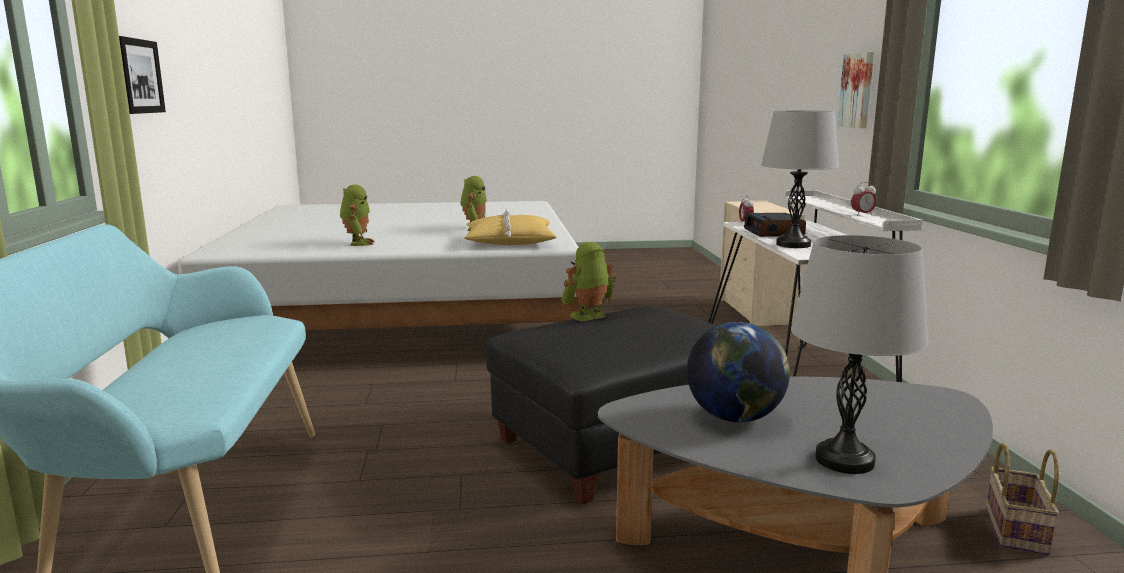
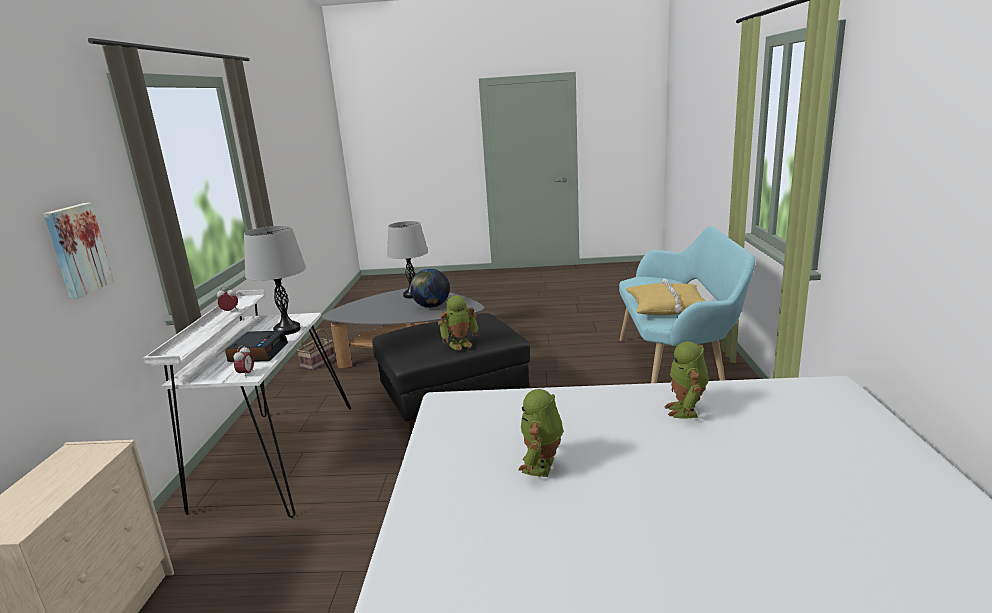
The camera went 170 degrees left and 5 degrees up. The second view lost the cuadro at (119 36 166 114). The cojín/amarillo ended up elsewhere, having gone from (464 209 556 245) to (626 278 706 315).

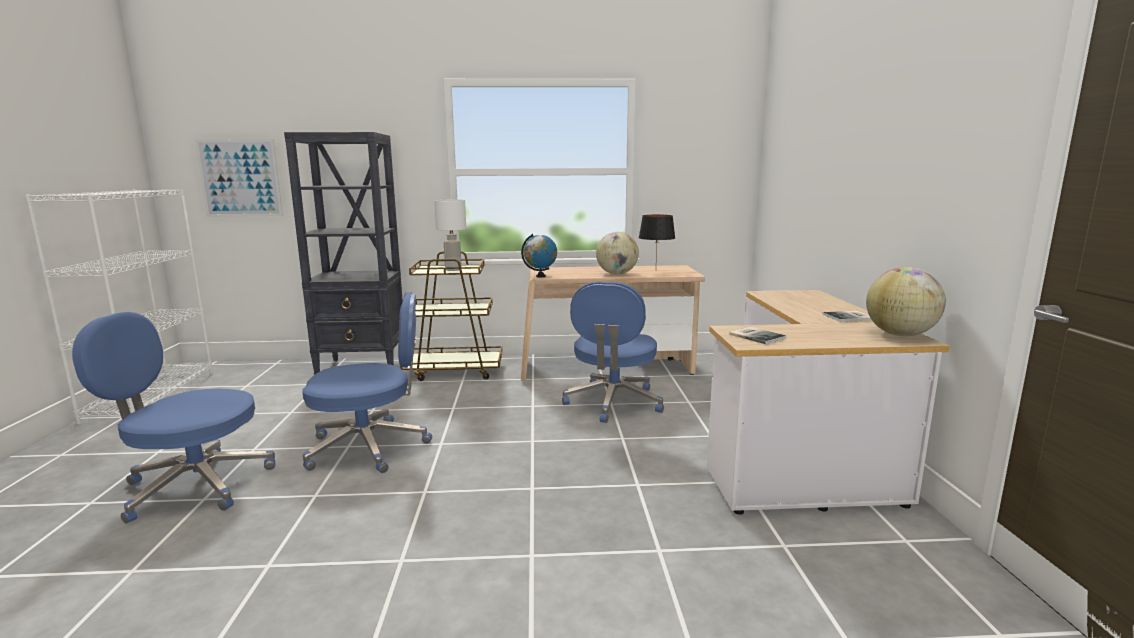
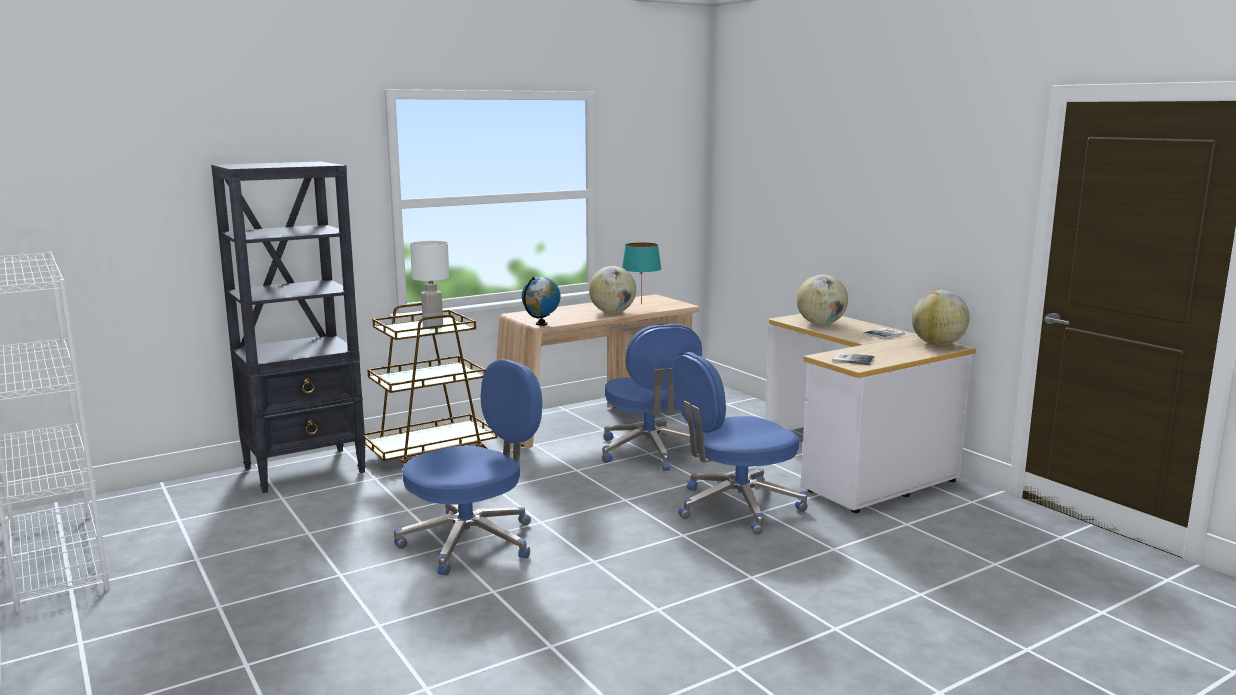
The camera went 30 degrees left and 0 degrees up. The silla de oficina/azul ended up elsewhere, having gone from (72 312 275 524) to (672 352 808 534). The second view lost the cuadro at (195 139 283 217). What was the lámpara de mesa/negro at (639 215 675 259) turned into the lámpara de mesa/turquesa at (622 242 662 304). The second view gained the globo terráqueo at (797 275 848 325).

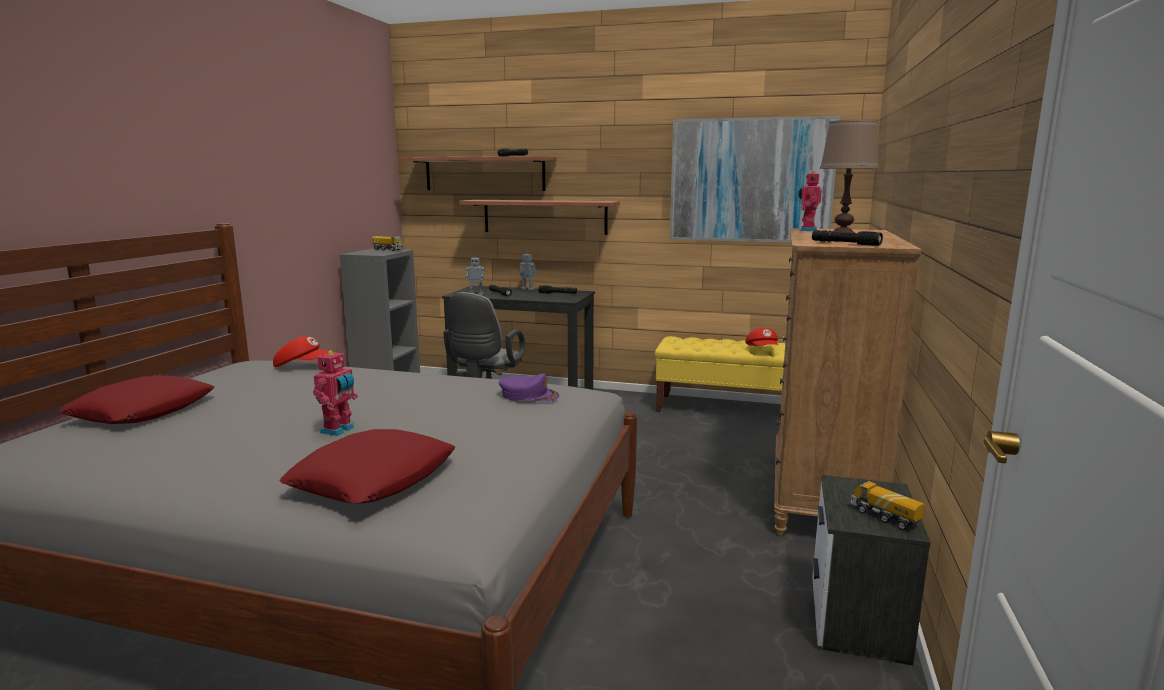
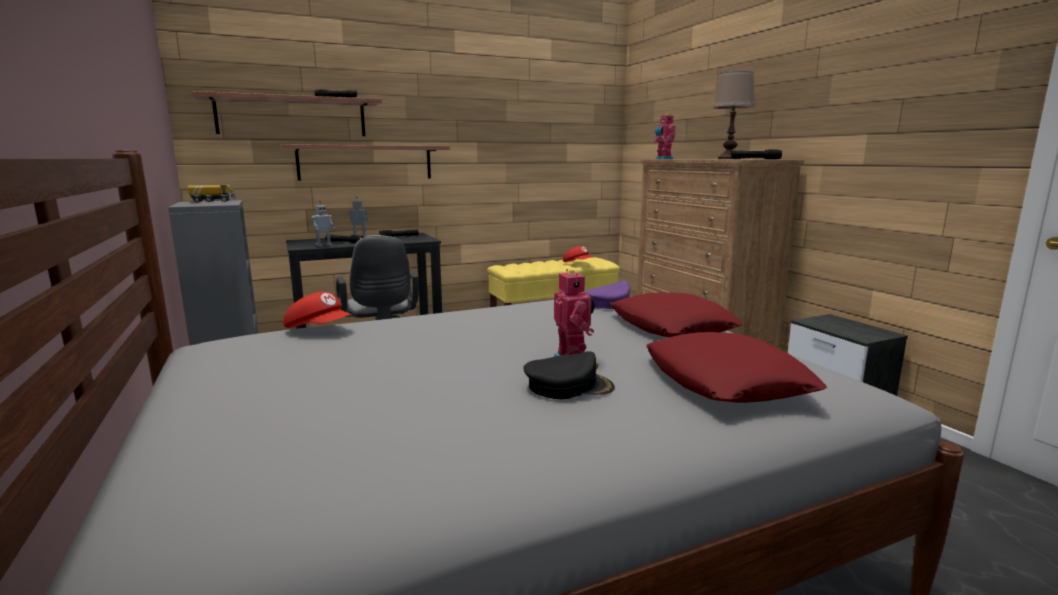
The camera went 40 degrees left and 0 degrees up. The cojín/rojo ended up elsewhere, having gone from (58 376 215 424) to (610 292 743 337). The gorra/rojo at (273 336 328 367) ended up facing another way, 60 degrees clockwise from before. The second view lost the cuadro at (670 116 840 243). The second view lost the camión de juguete at (850 481 925 530). The second view gained the gorra/negro at (524 351 615 399).

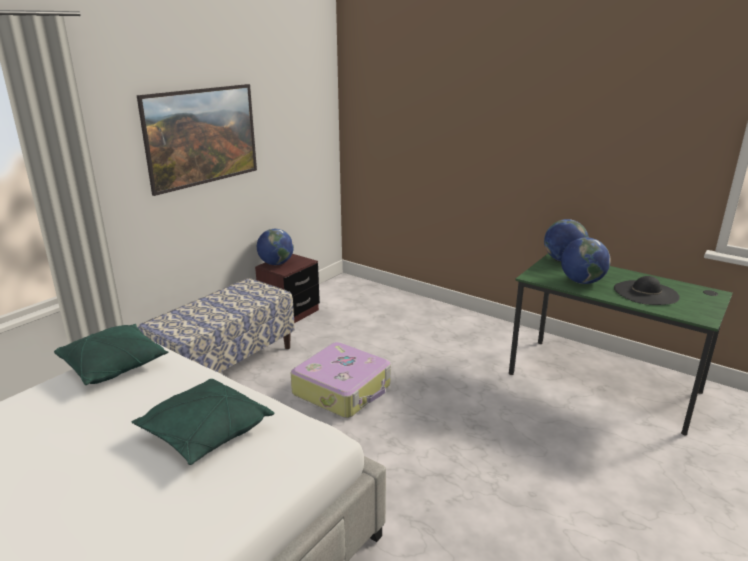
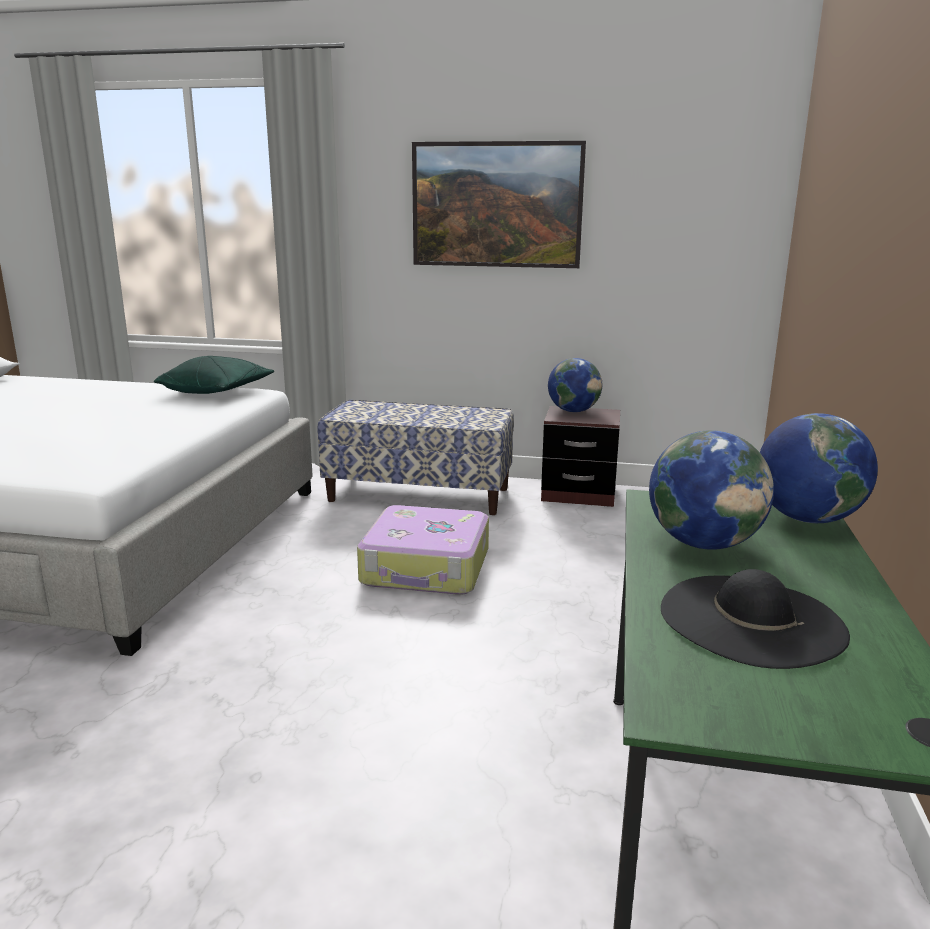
The camera went 65 degrees right and 5 degrees down. The second view lost the cojín/verde at (131 379 275 465).

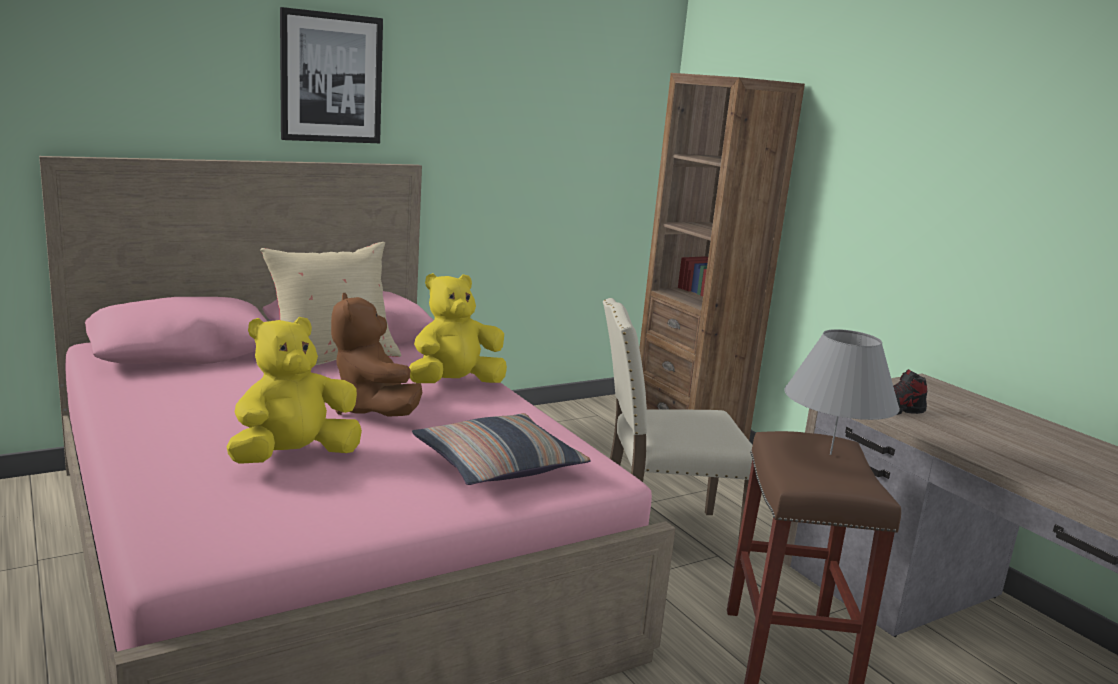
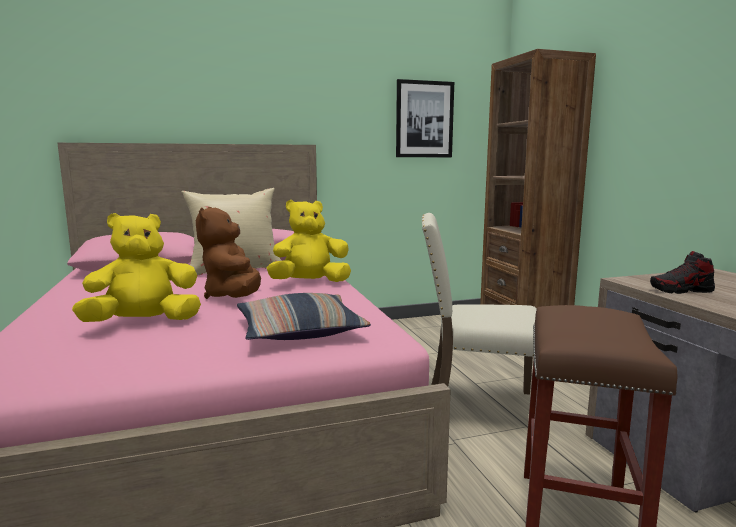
The camera went 15 degrees right and 5 degrees down. The cuadro ended up elsewhere, having gone from (280 7 383 143) to (396 79 454 157). The second view lost the lámpara de mesa/gris at (784 329 900 455).

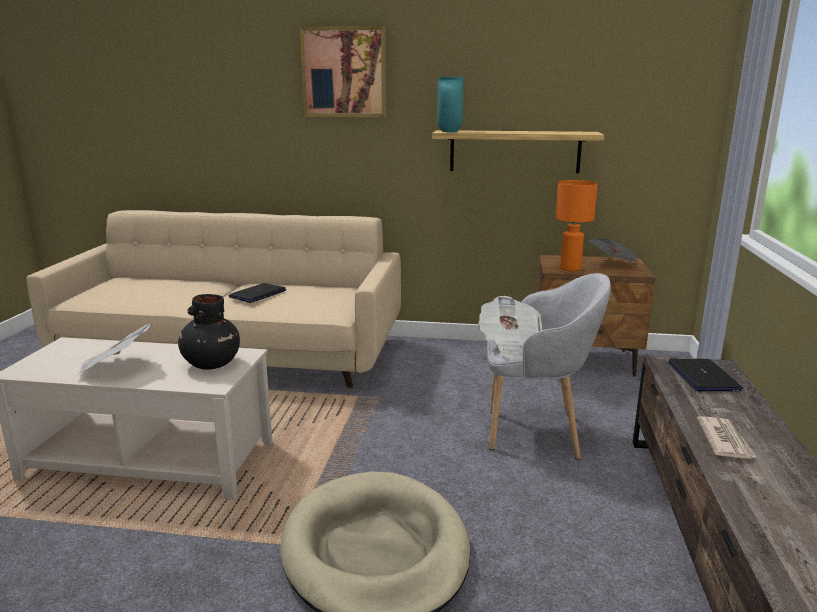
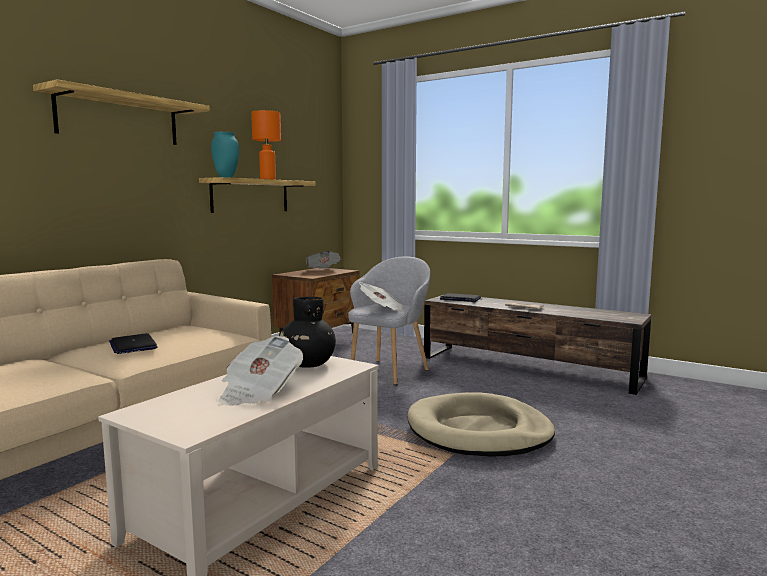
The camera went 65 degrees left and 10 degrees down. Where the cuadro hung at (300 26 387 117), the estante came to hang at (33 79 210 145). The lámpara de mesa/naranja ended up elsewhere, having gone from (556 180 598 271) to (251 110 281 180).

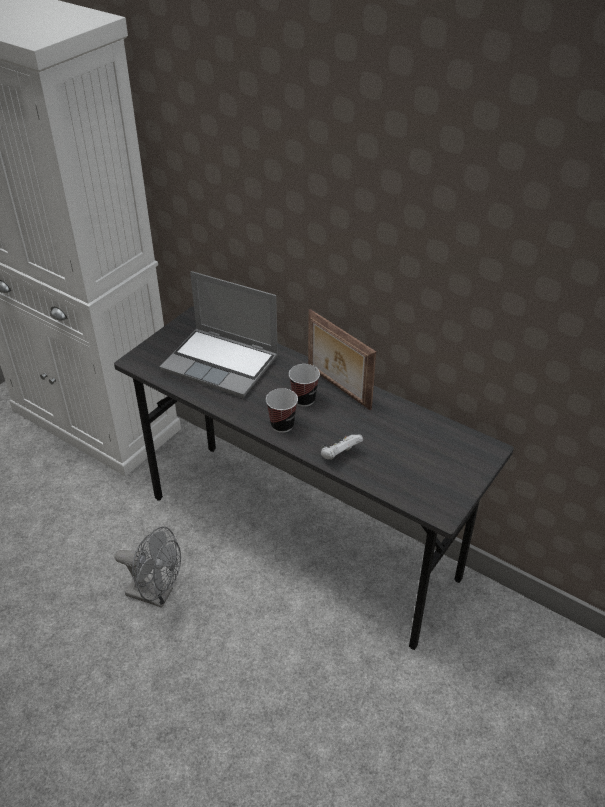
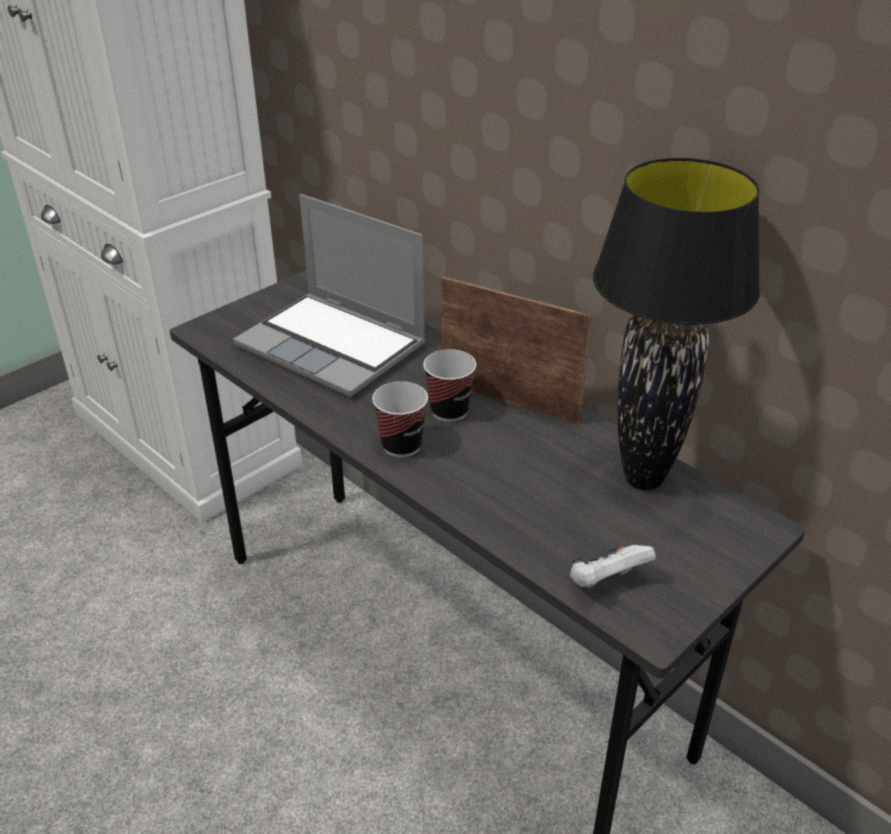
The camera went 10 degrees right and 5 degrees down. The second view lost the ventilador/gris at (114 526 181 608). The portarretratos at (308 309 376 411) ended up facing another way, 150 degrees clockwise from before. The mando de consola/blanco ended up elsewhere, having gone from (321 435 363 460) to (570 545 656 589). The second view gained the lámpara de mesa/negro at (593 158 760 490).

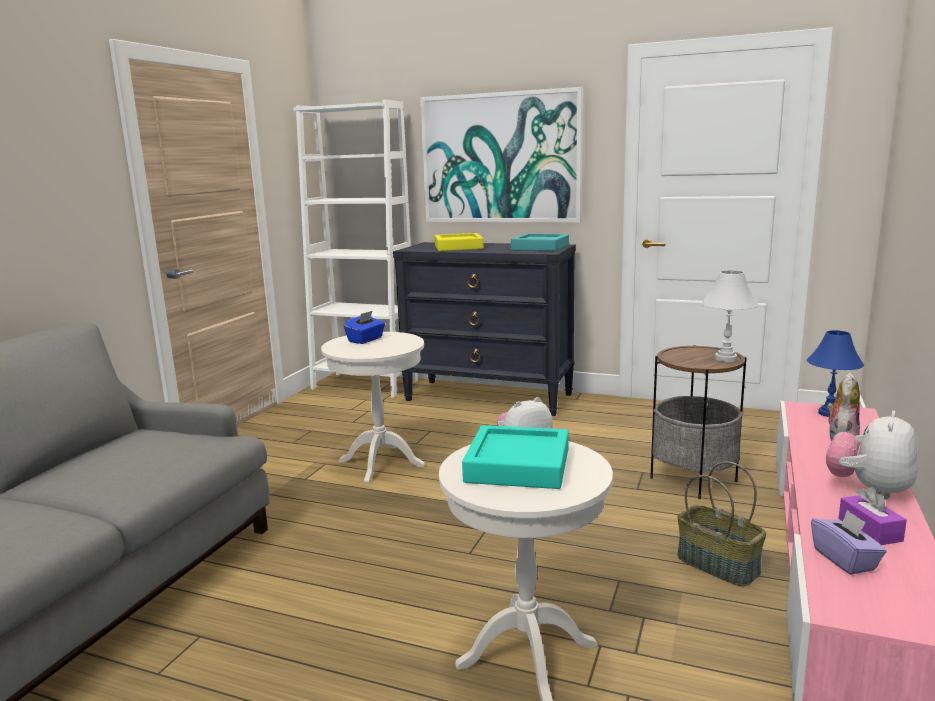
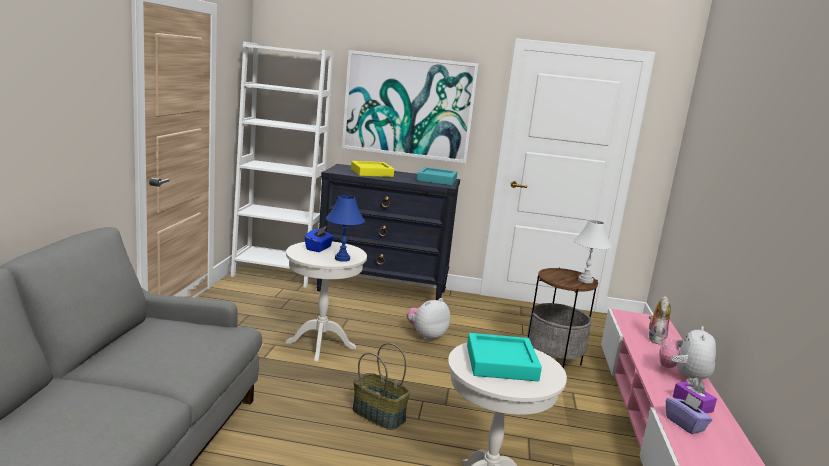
The camera went 15 degrees left and 0 degrees up. The cesta ended up elsewhere, having gone from (678 462 766 586) to (353 343 410 430). The lámpara de mesa/azul ended up elsewhere, having gone from (807 330 864 417) to (326 195 365 262).

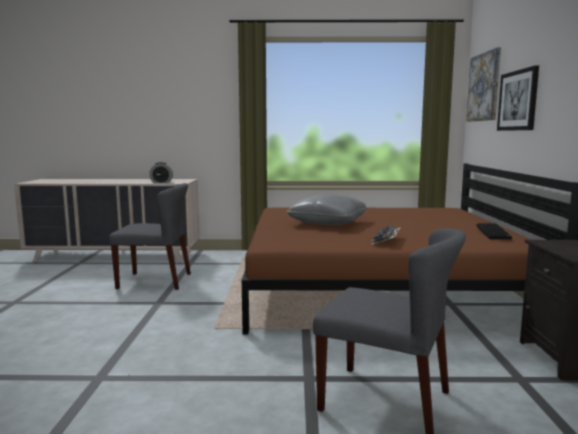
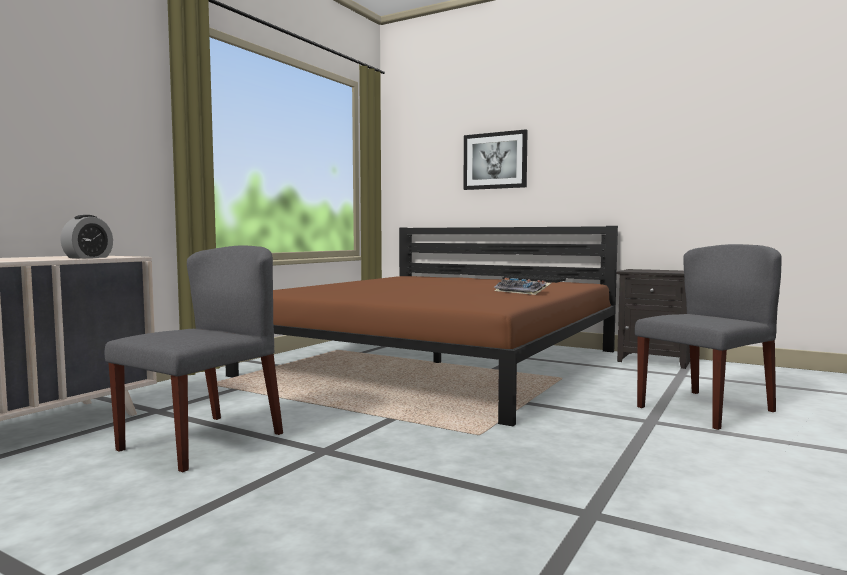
The camera went 60 degrees left and 5 degrees down. The second view lost the cojín/gris at (287 194 367 225). The second view lost the cuadro at (466 47 501 122).

